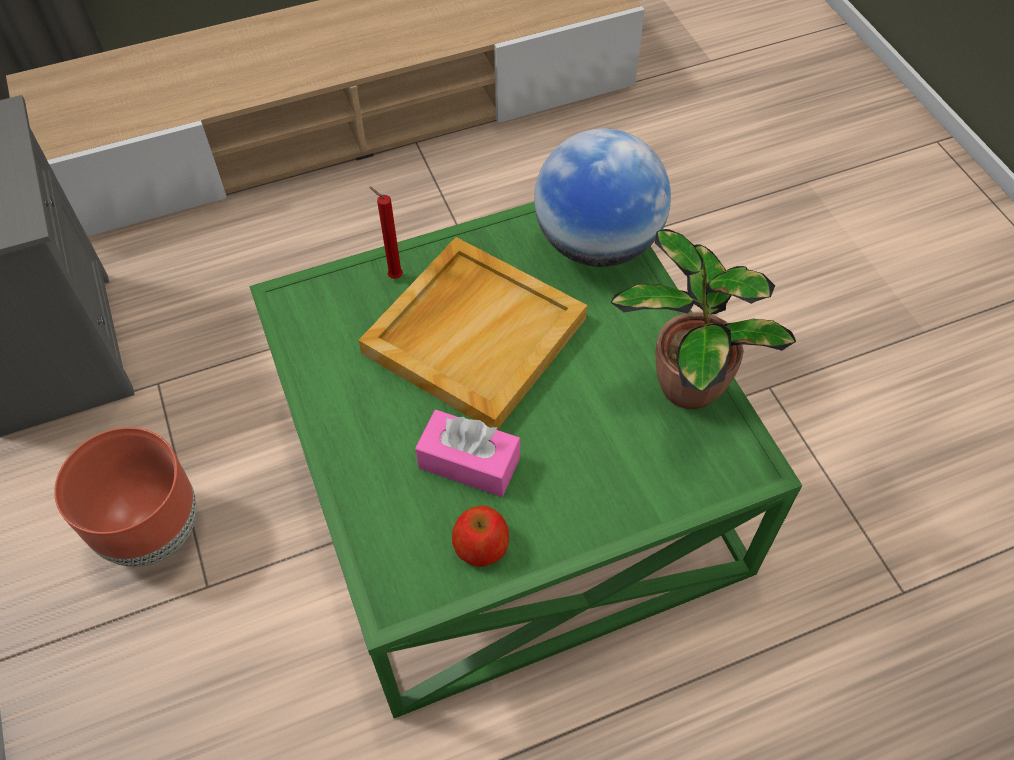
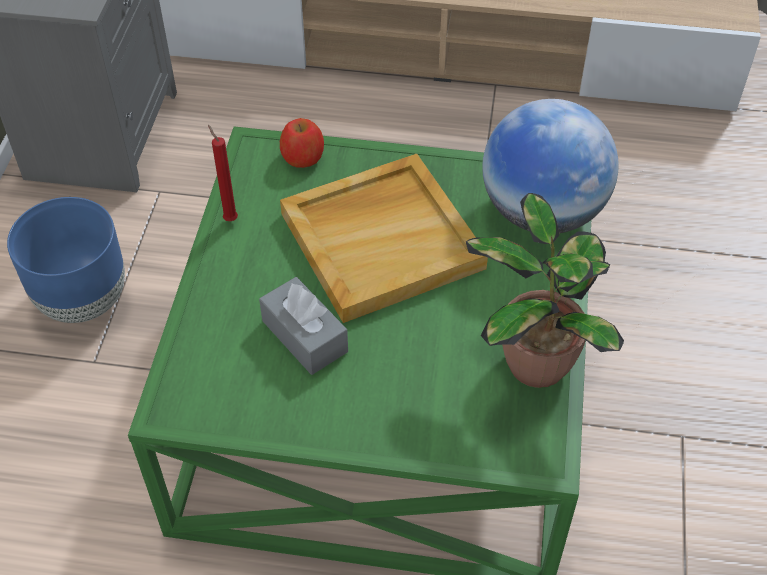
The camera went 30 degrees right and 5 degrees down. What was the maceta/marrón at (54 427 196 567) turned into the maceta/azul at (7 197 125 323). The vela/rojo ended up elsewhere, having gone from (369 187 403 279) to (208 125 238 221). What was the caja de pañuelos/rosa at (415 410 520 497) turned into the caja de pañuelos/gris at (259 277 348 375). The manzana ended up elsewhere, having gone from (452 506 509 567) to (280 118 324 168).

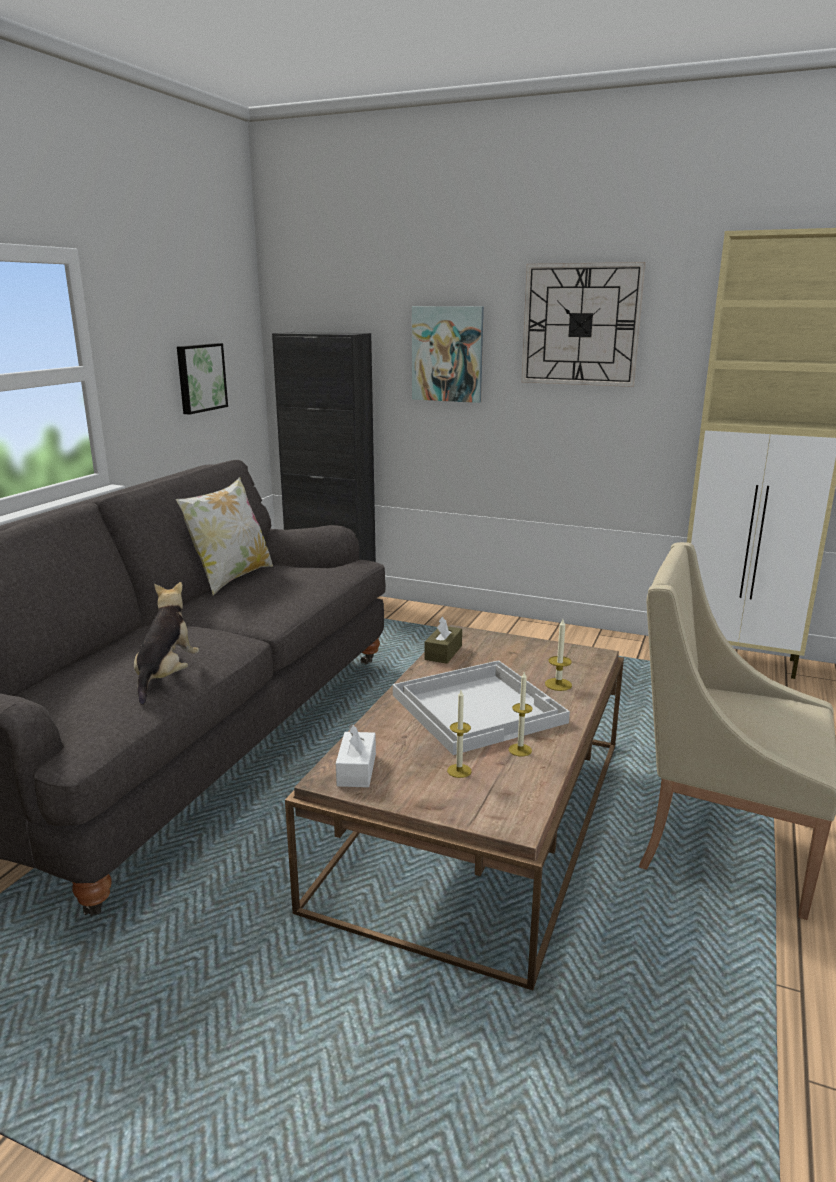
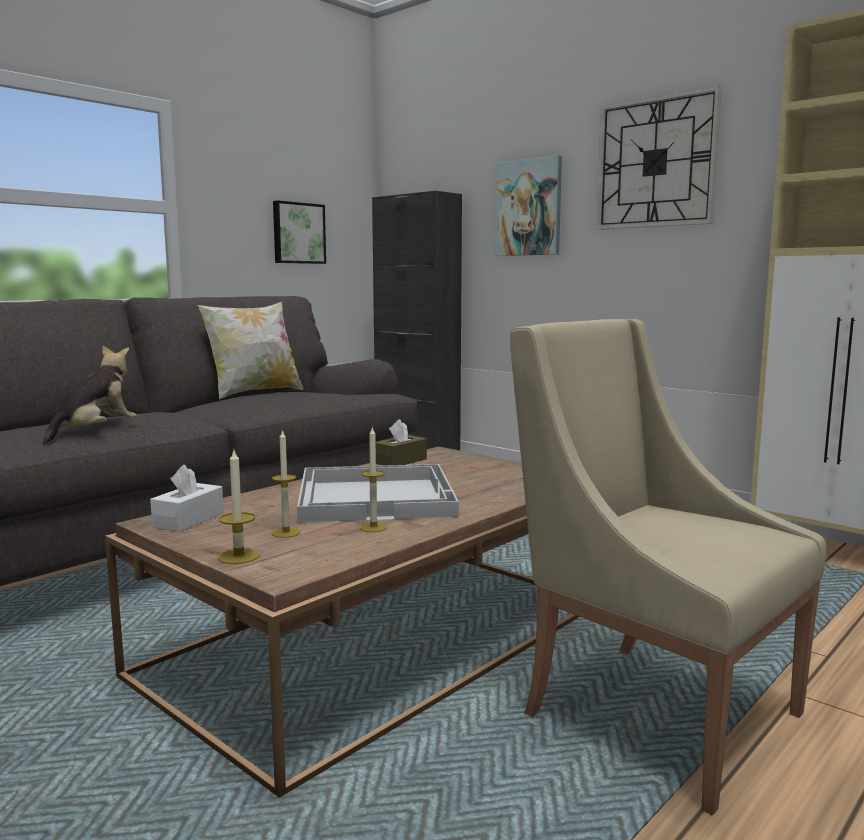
The camera went 20 degrees right and 10 degrees down. The vela ended up elsewhere, having gone from (545 619 572 691) to (218 450 260 564).

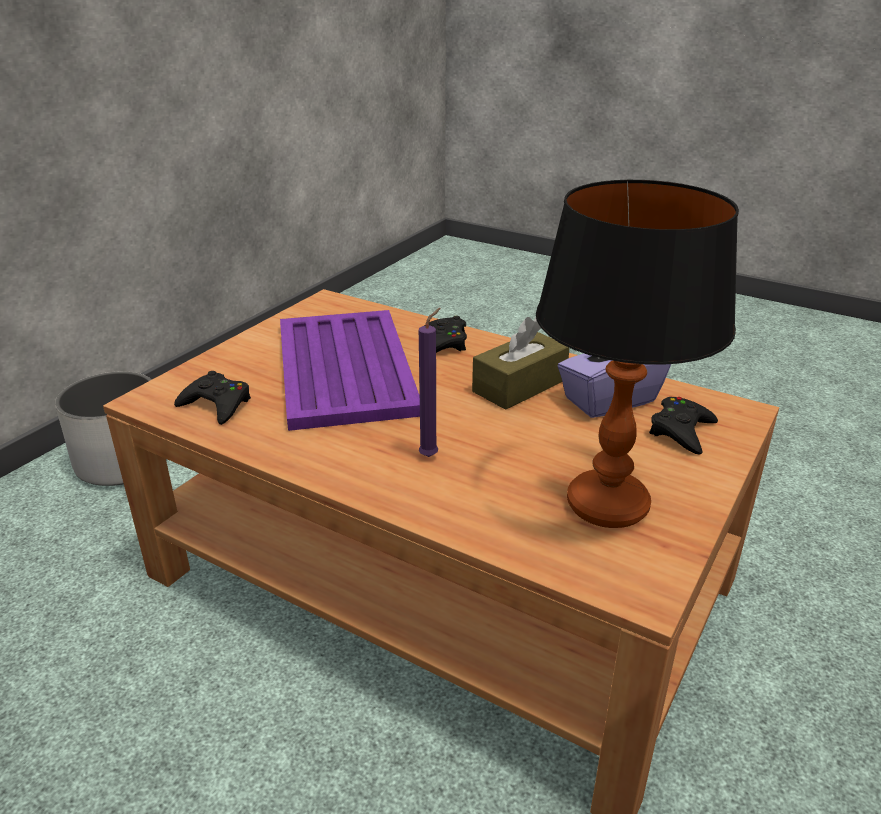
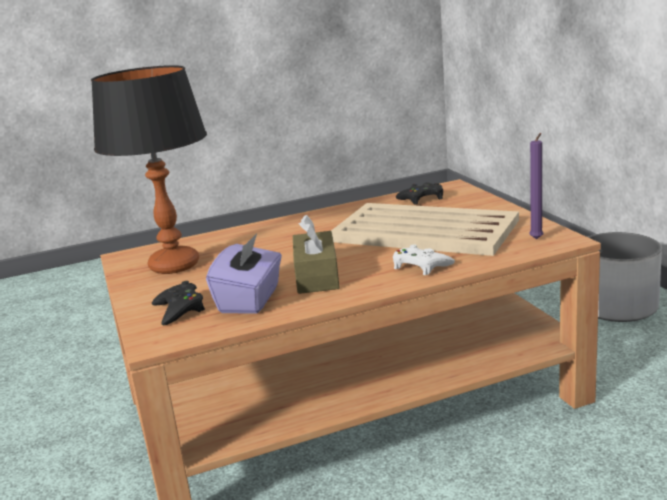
The camera went 130 degrees right and 10 degrees down. What was the bandeja/morado at (280 310 420 431) turned into the bandeja/beis at (331 203 519 256). The vela/morado ended up elsewhere, having gone from (419 308 440 457) to (529 133 543 239). What was the mando de consola/negro at (424 316 467 353) turned into the mando de consola/blanco at (393 244 455 275).

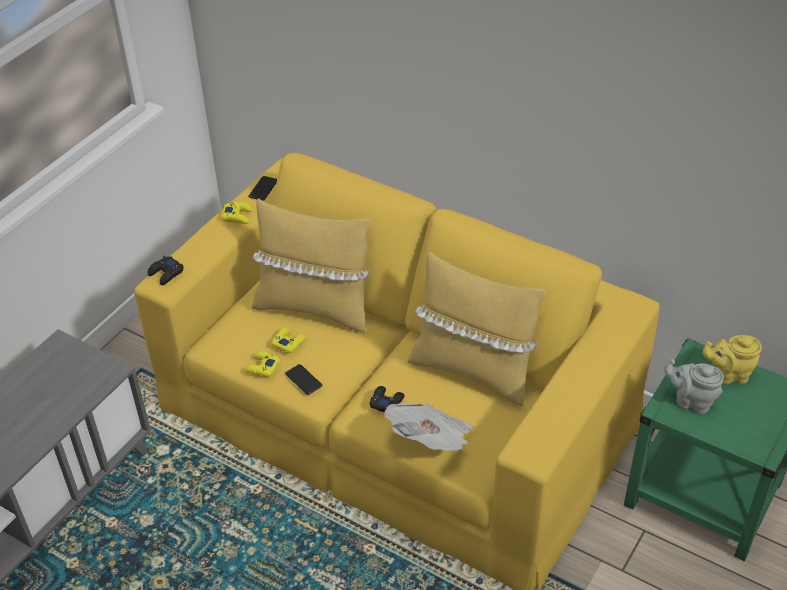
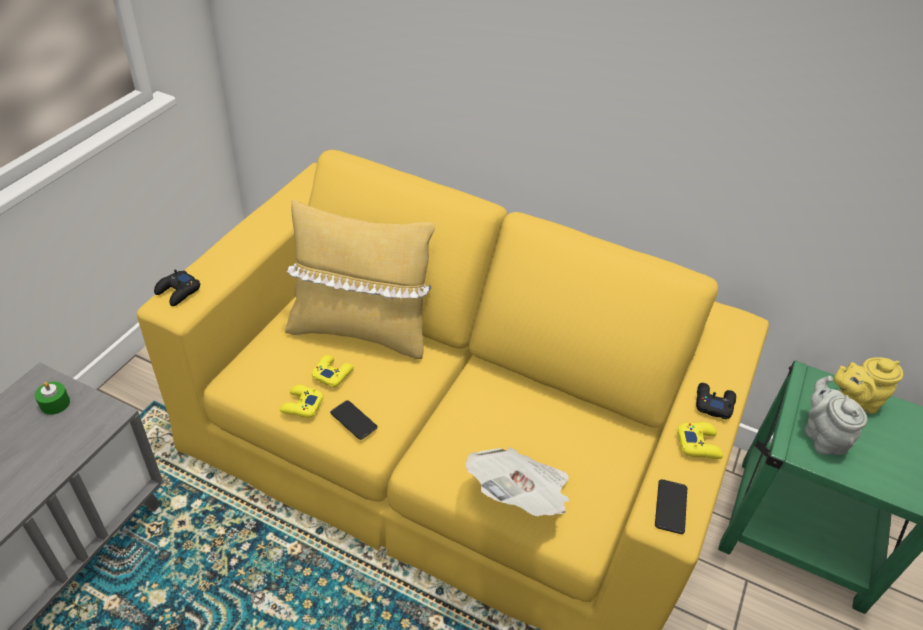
The camera went 10 degrees left and 0 degrees up. The mando de consola/amarillo ended up elsewhere, having gone from (221 202 253 224) to (676 422 723 459). The móvil ended up elsewhere, having gone from (249 176 277 201) to (655 479 687 534). The mando de consola/negro ended up elsewhere, having gone from (370 386 405 412) to (696 383 736 420). The second view lost the cojín/amarillo at (408 251 546 406). The tetera/gris at (664 359 724 414) ended up facing another way, 60 degrees clockwise from before. The second view gained the vela/verde at (35 382 70 415).

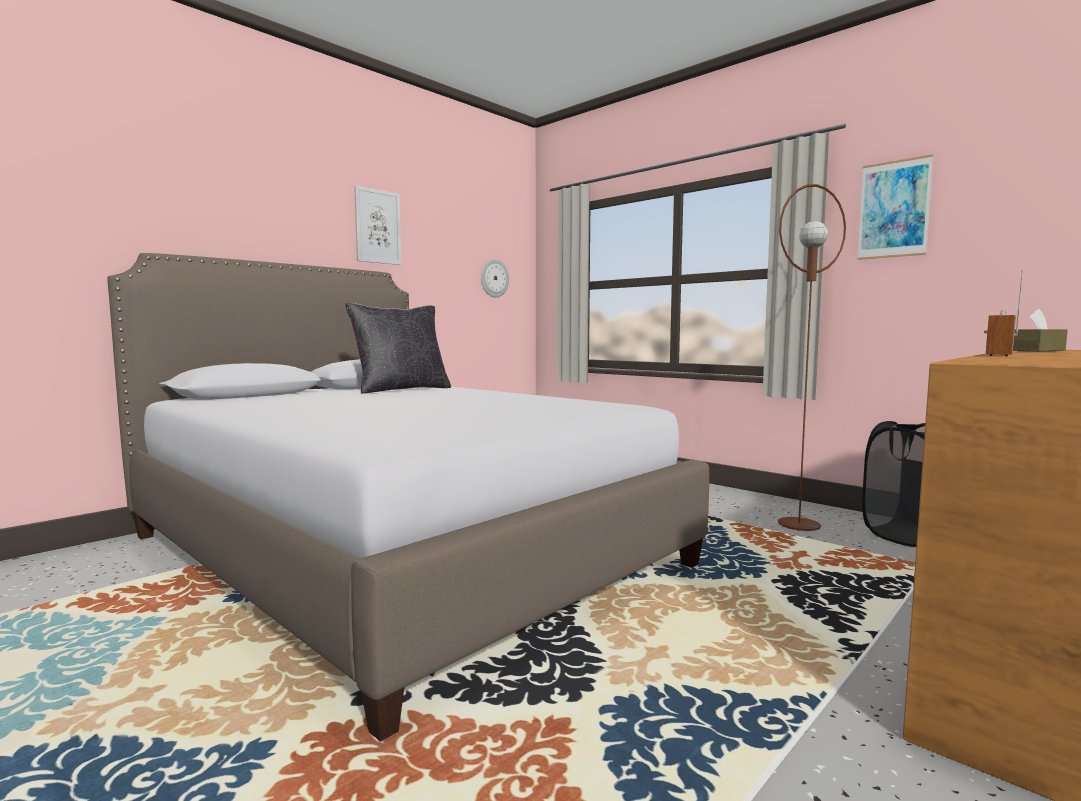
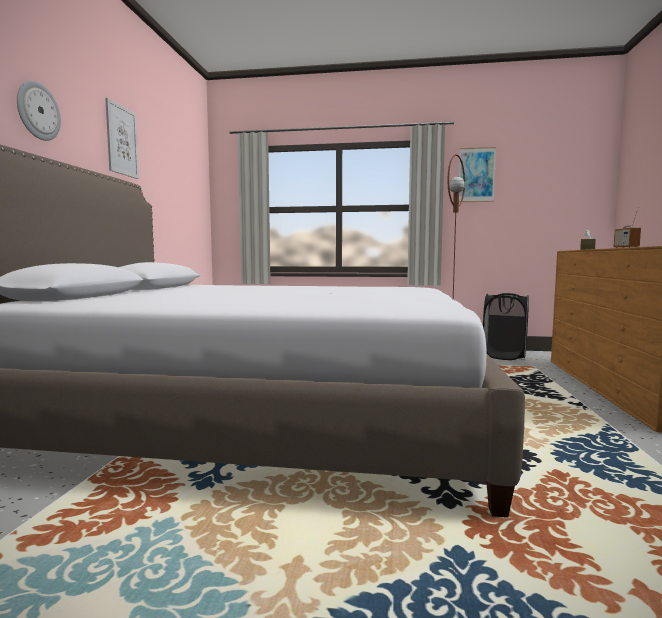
The camera went 35 degrees left and 0 degrees up. The second view lost the cojín/negro at (345 303 451 393). The reloj de pared ended up elsewhere, having gone from (481 259 509 298) to (17 81 61 141).

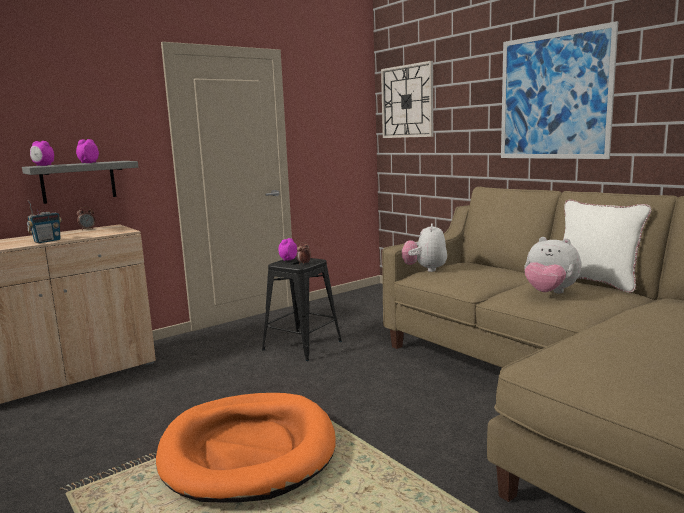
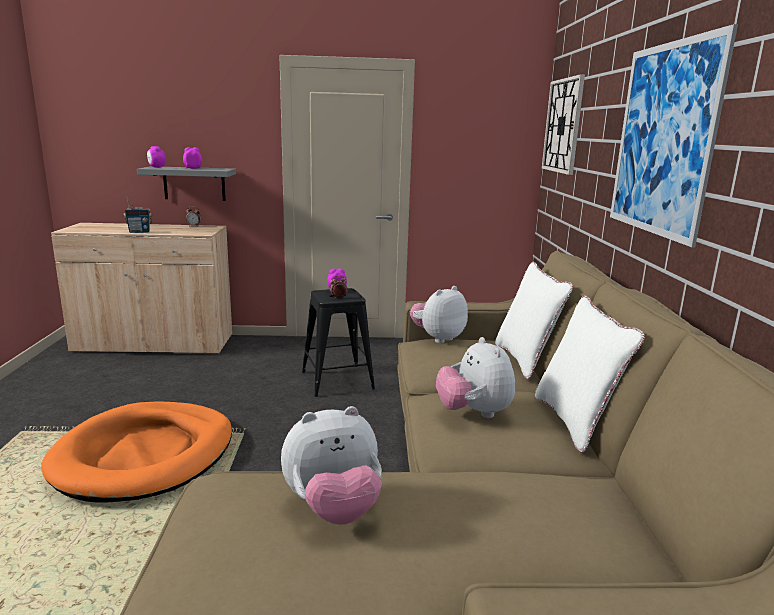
The camera went 35 degrees right and 5 degrees up. The second view gained the peluche at (281 406 382 525). The second view gained the cojín/blanco at (495 262 573 379).

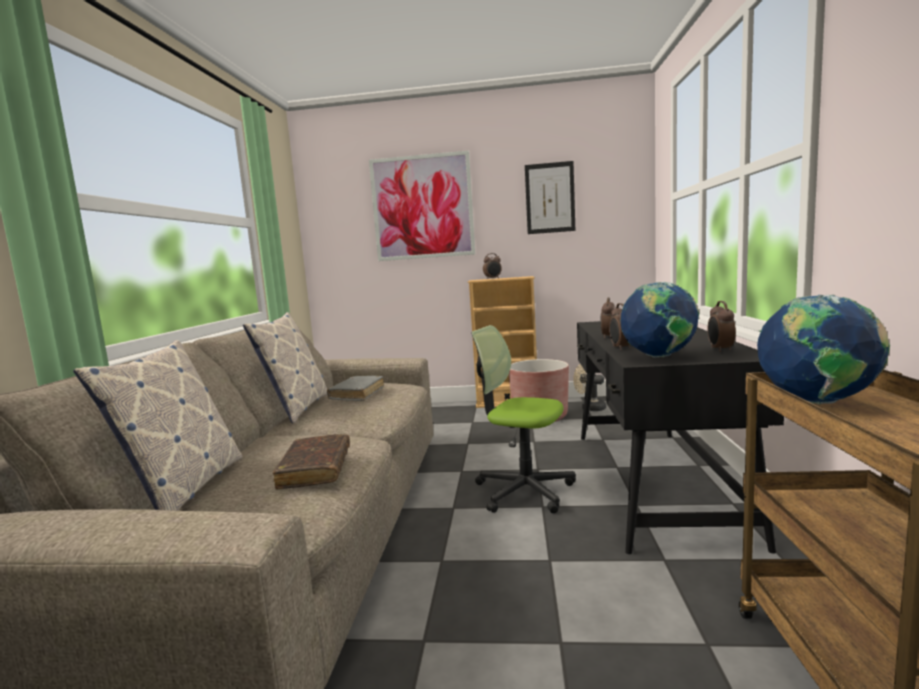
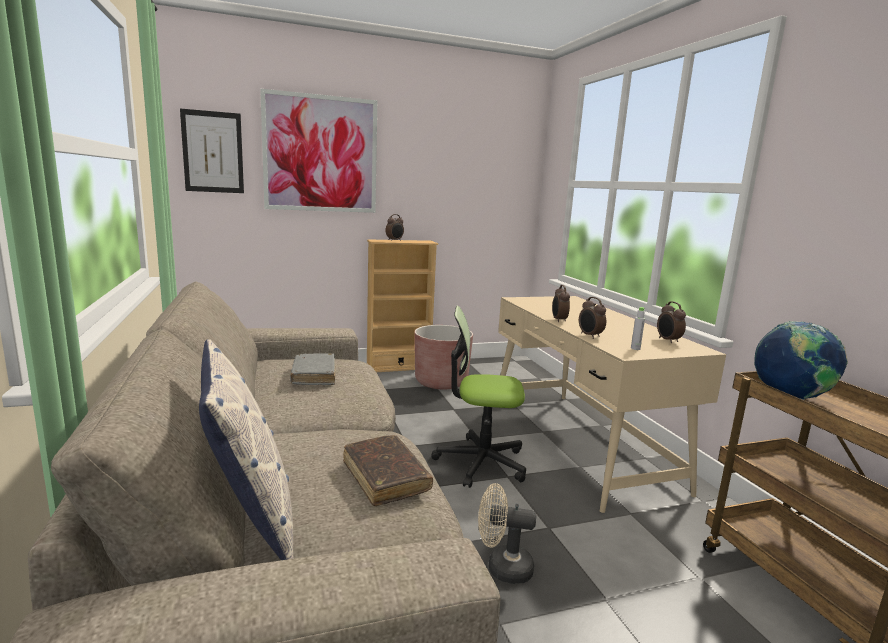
The camera went 25 degrees left and 5 degrees up. The second view lost the cojín at (243 312 327 423). The cuadro ended up elsewhere, having gone from (525 161 575 234) to (180 108 244 193). The ventilador/beis ended up elsewhere, having gone from (573 364 606 411) to (478 483 536 584). What was the escritorio/negro at (577 321 784 554) turned into the escritorio/beis at (498 296 726 513). Where the globo terráqueo stood at (621 282 699 358), the botella/gris came to stand at (631 307 645 350).

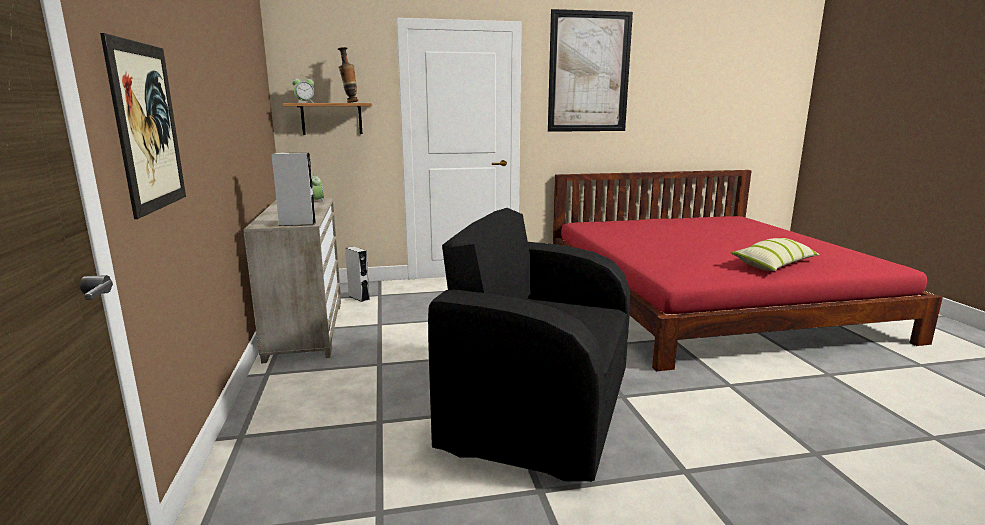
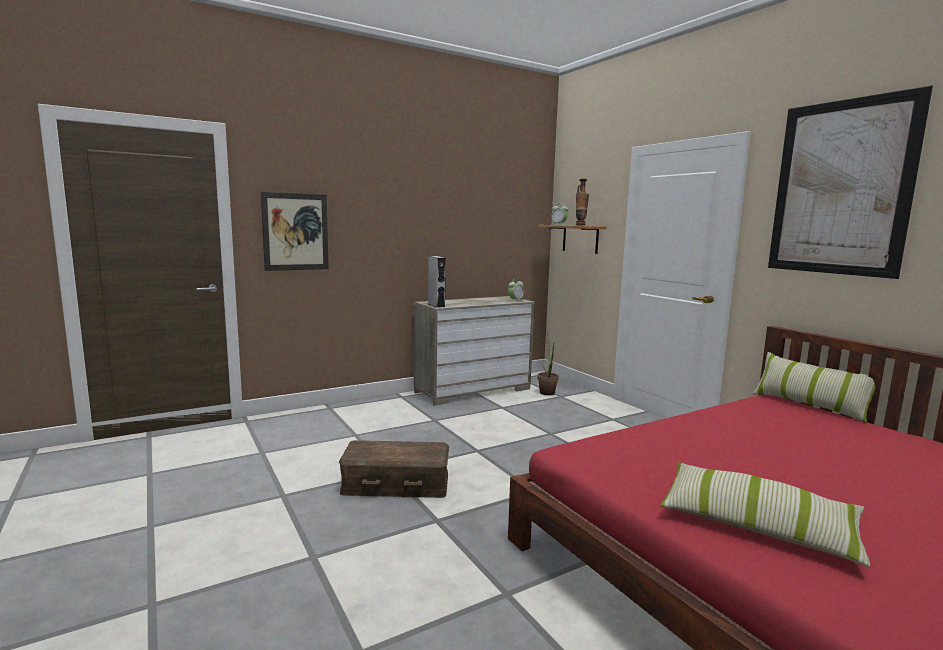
The camera went 70 degrees right and 5 degrees down. Where the altavoz/gris stood at (345 246 370 302), the planta en maceta came to stand at (537 334 559 395). Where the sillón/negro stood at (428 208 630 482), the caja de almacenaje/marrón came to stand at (339 440 449 498). The second view gained the cojín at (752 352 875 423).

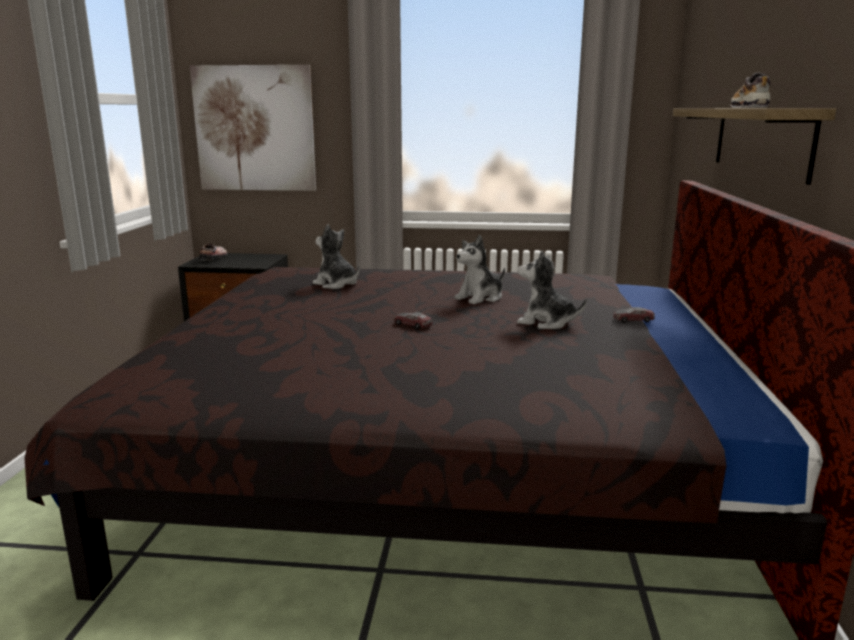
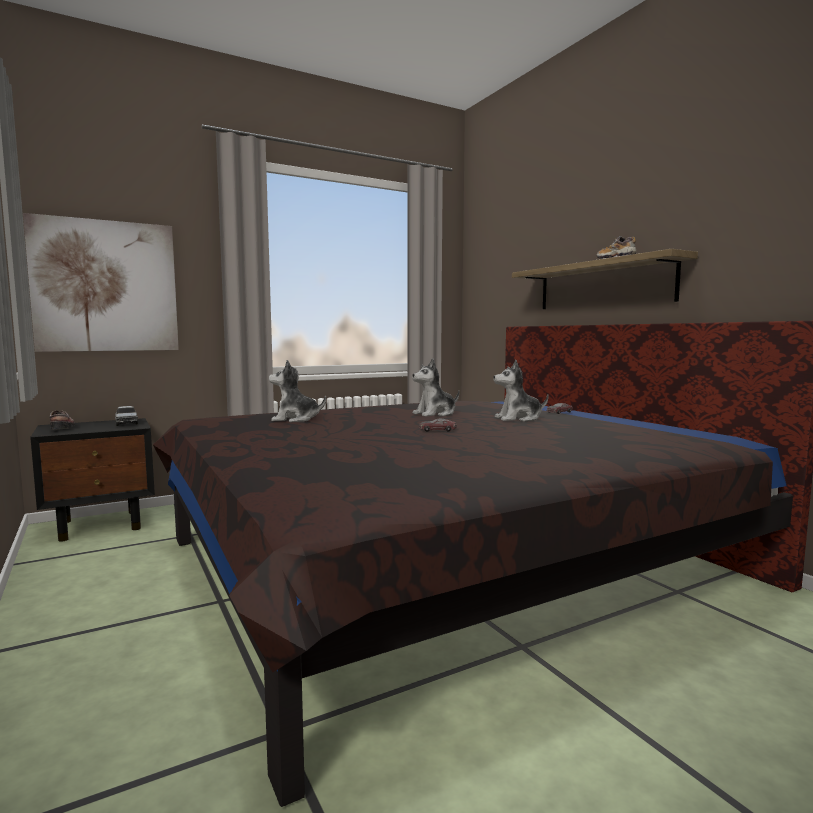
The camera went 35 degrees left and 10 degrees down. The peluche at (454 235 505 305) ended up facing another way, 45 degrees clockwise from before. The second view gained the camión de juguete at (115 406 138 426).

